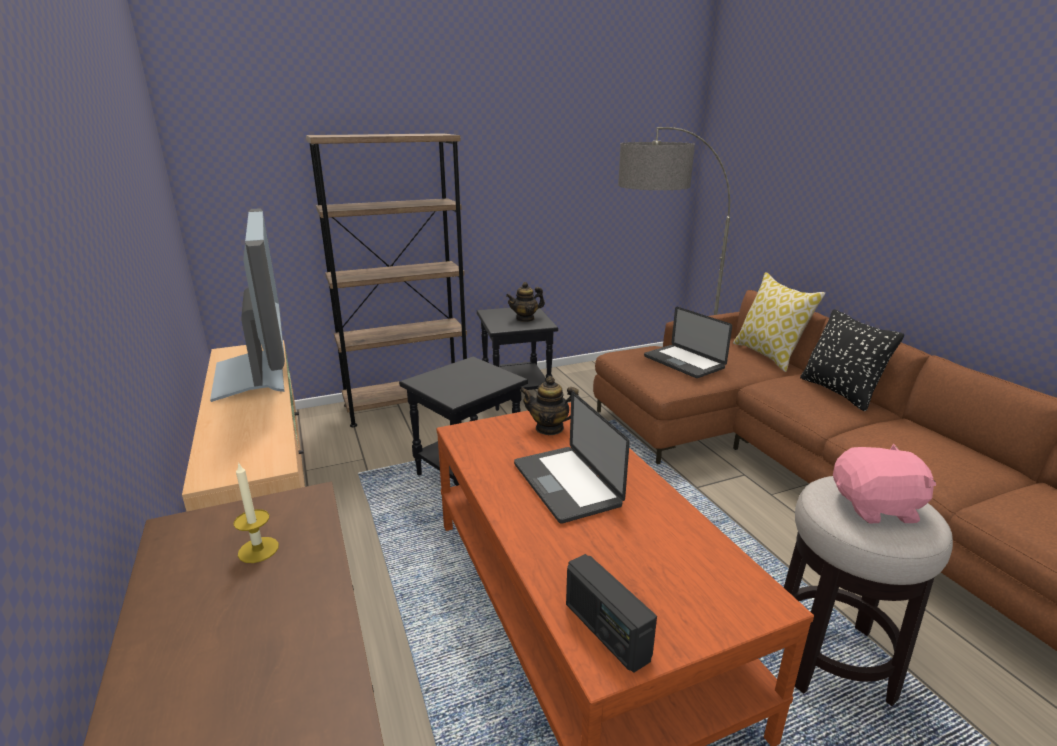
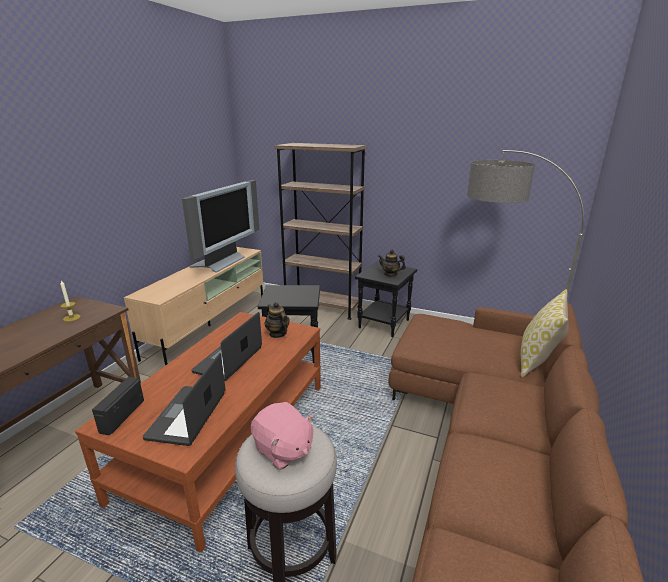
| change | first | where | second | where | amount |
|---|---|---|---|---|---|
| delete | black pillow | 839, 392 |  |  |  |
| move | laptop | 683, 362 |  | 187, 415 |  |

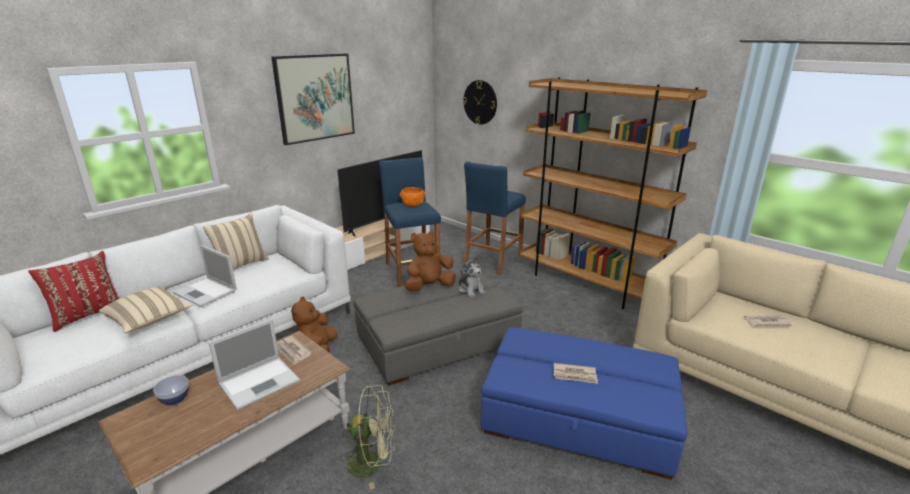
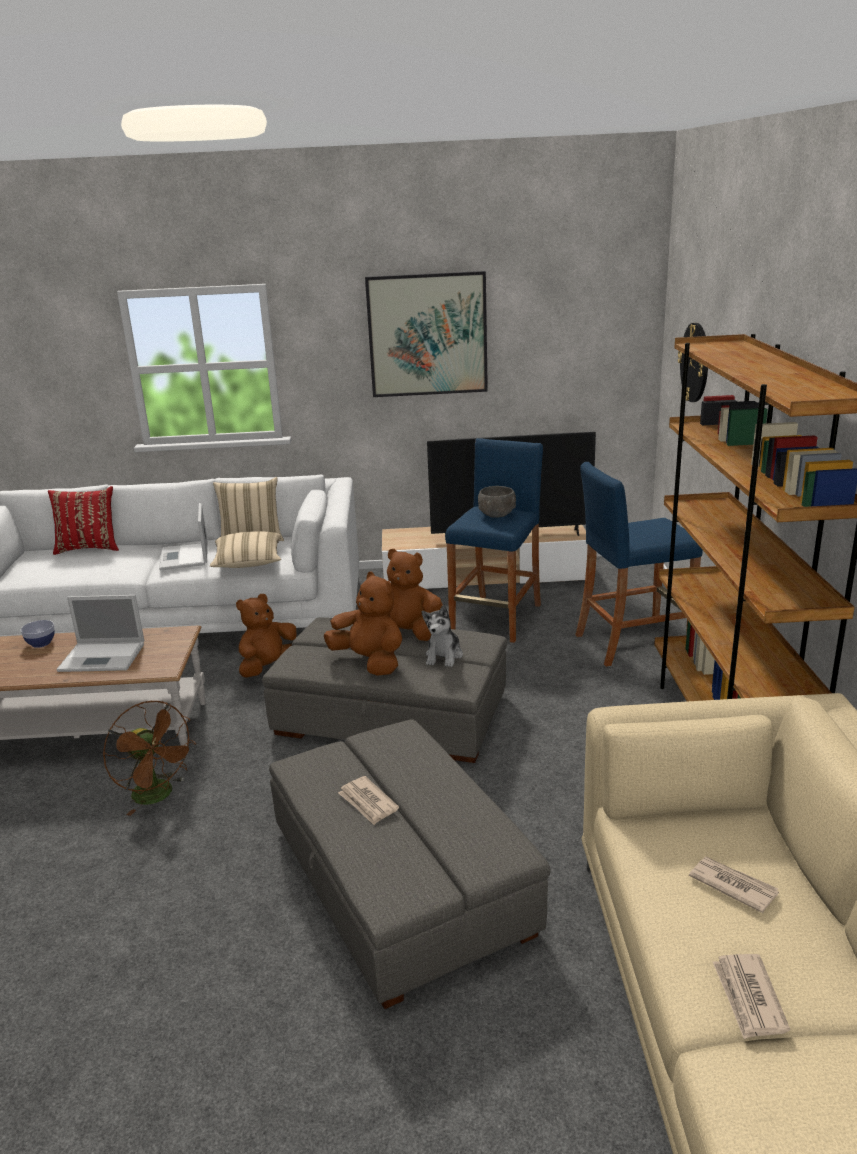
| change | first | where | second | where | amount |
|---|---|---|---|---|---|
| insert |  |  | brown plush toy | 370, 662 |  |
| move | beige pillow | 149, 319 |  | 248, 563 |  |
| move | newspaper | 292, 351 |  | 749, 998 |  |
| recolor | green fan | 373, 463 | brown fan | 158, 796 |  |
| recolor | orange bowl | 412, 205 | grey bowl | 496, 514 |  |
| recolor | blue ottoman | 578, 417 | grey ottoman | 402, 879 |  |

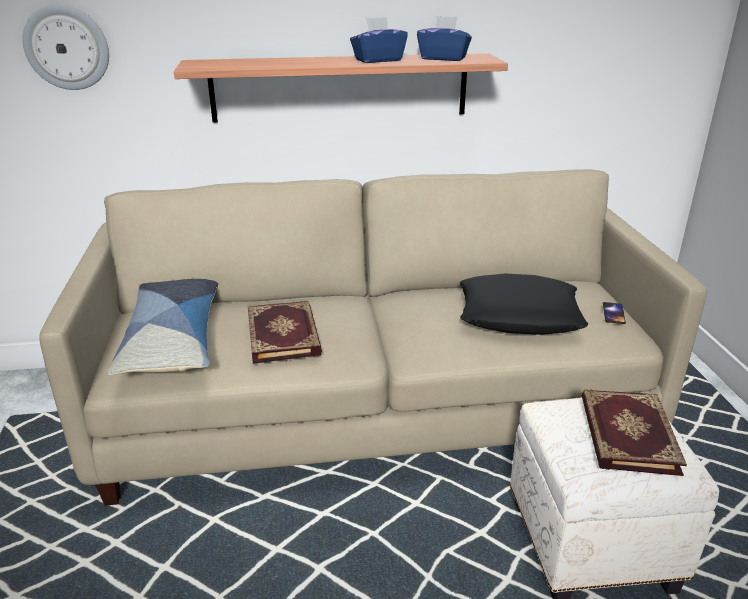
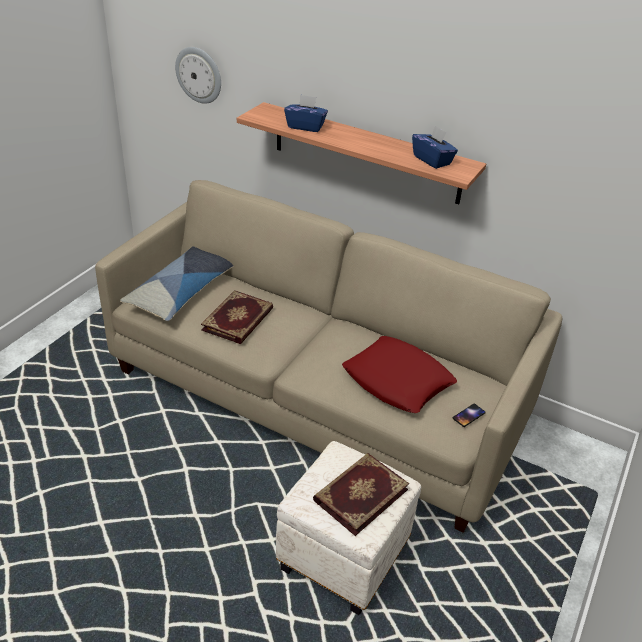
| change | first | where | second | where | amount |
|---|---|---|---|---|---|
| move | blue tissue box | 378, 60 |  | 305, 126 |  |
| recolor | black pillow | 519, 315 | red pillow | 397, 381 |  |

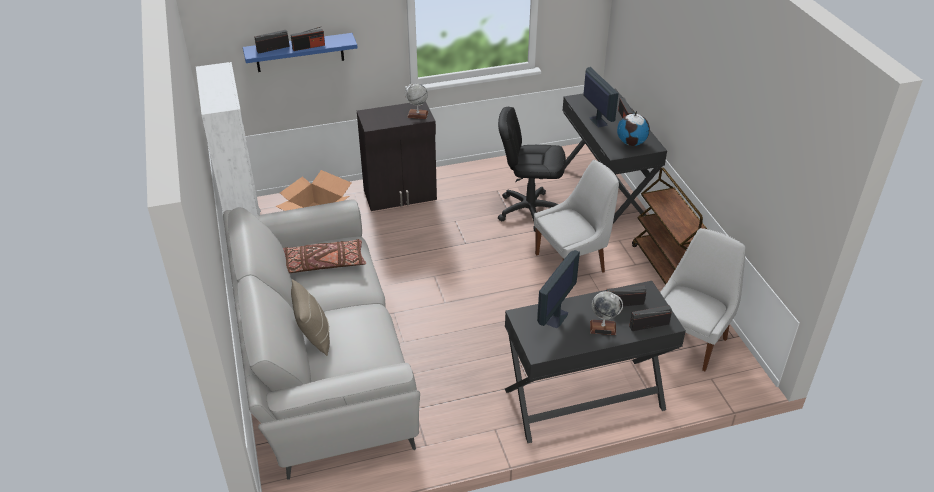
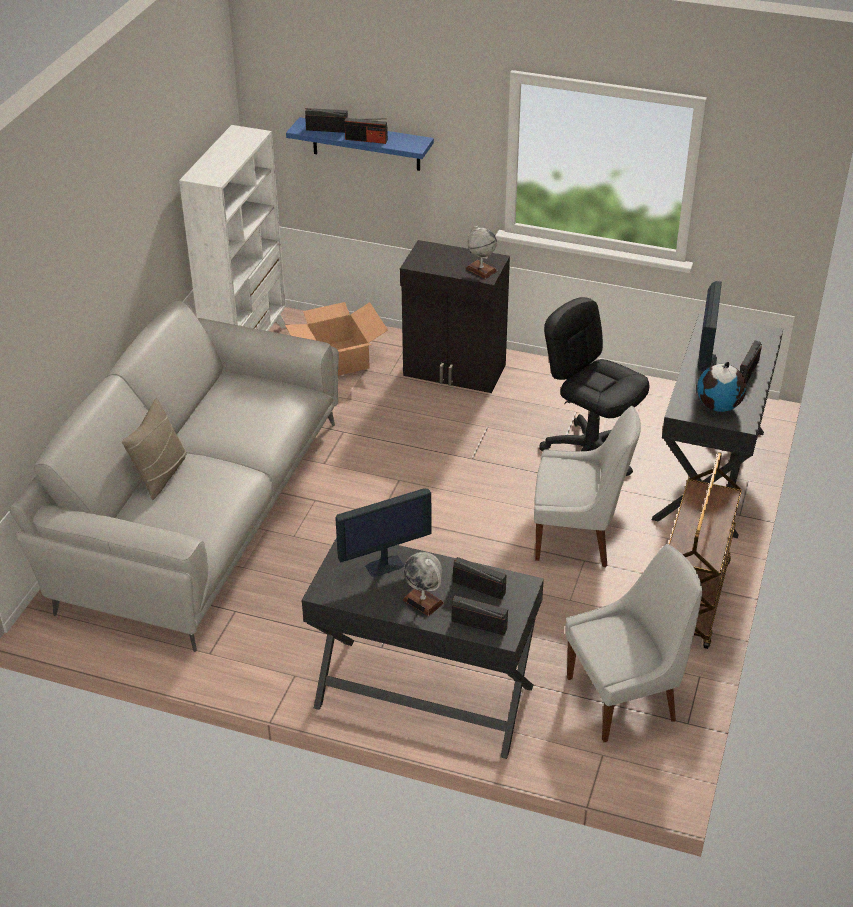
| change | first | where | second | where | amount |
|---|---|---|---|---|---|
| delete | brown pillow | 324, 264 |  |  |  |

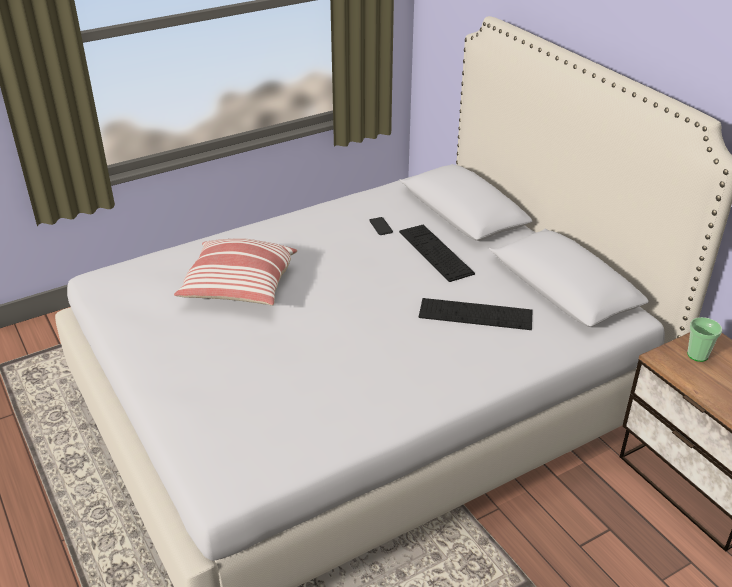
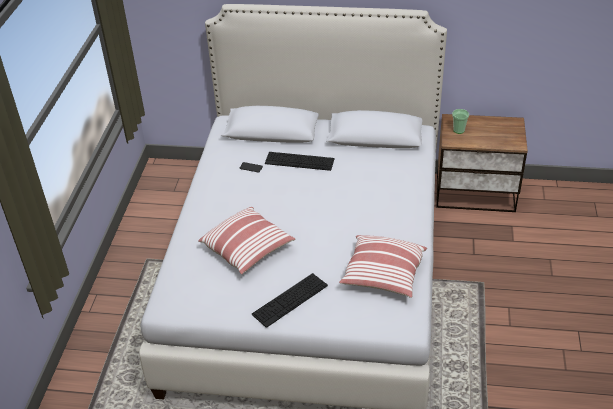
| change | first | where | second | where | amount |
|---|---|---|---|---|---|
| insert |  |  | pillow | 383, 275 |  |
| move | keyboard | 475, 314 |  | 290, 300 |  |

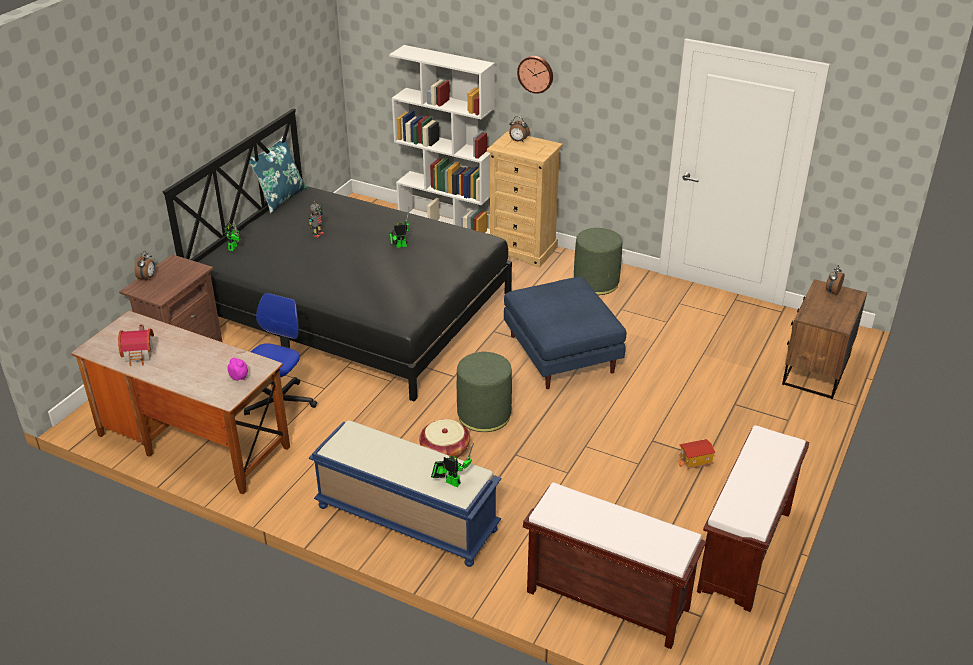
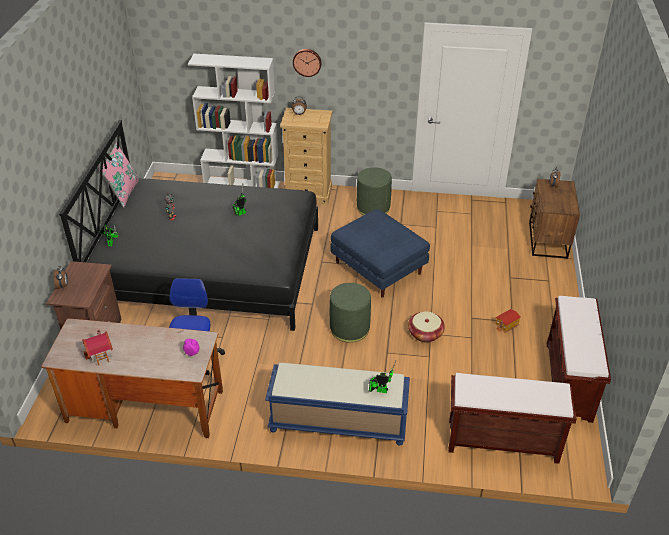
| change | first | where | second | where | amount |
|---|---|---|---|---|---|
| move | basket | 445, 450 |  | 425, 333 |  |
| recolor | blue pillow | 280, 198 | pink pillow | 123, 193 |  |

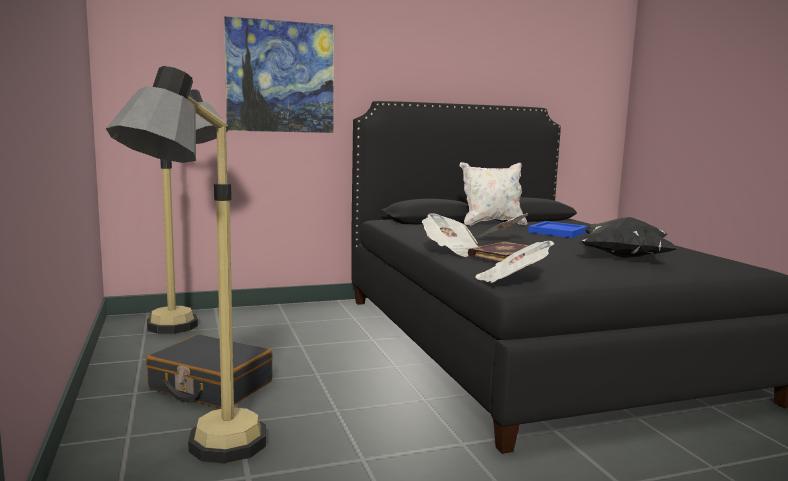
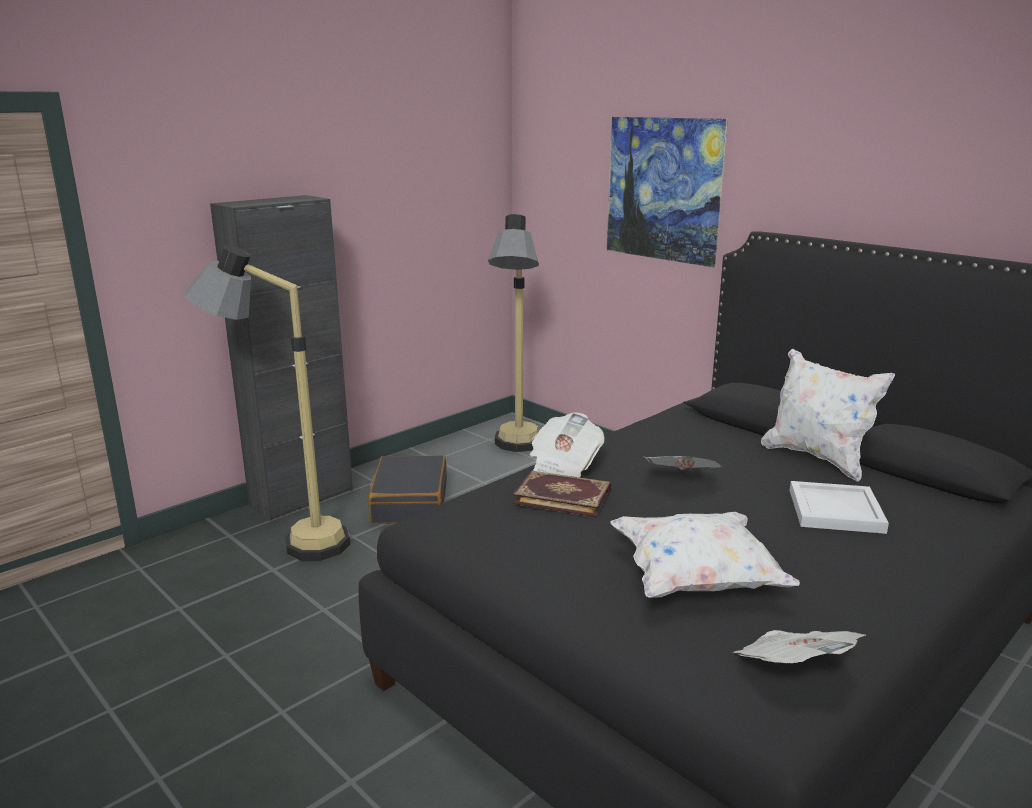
| change | first | where | second | where | amount |
|---|---|---|---|---|---|
| insert |  |  | black cabinet | 302, 498 |  |
| move | newspaper | 512, 281 |  | 792, 670 |  |
| recolor | blue tray | 559, 232 | white tray | 837, 511 |  |
| recolor | black pillow | 624, 257 | white pillow | 696, 580 |  |

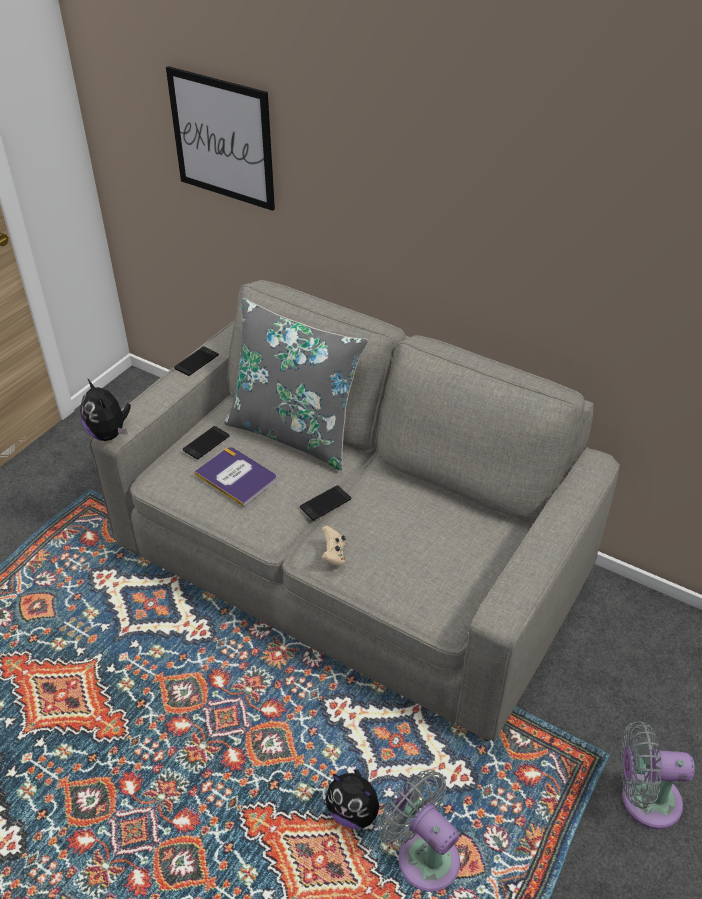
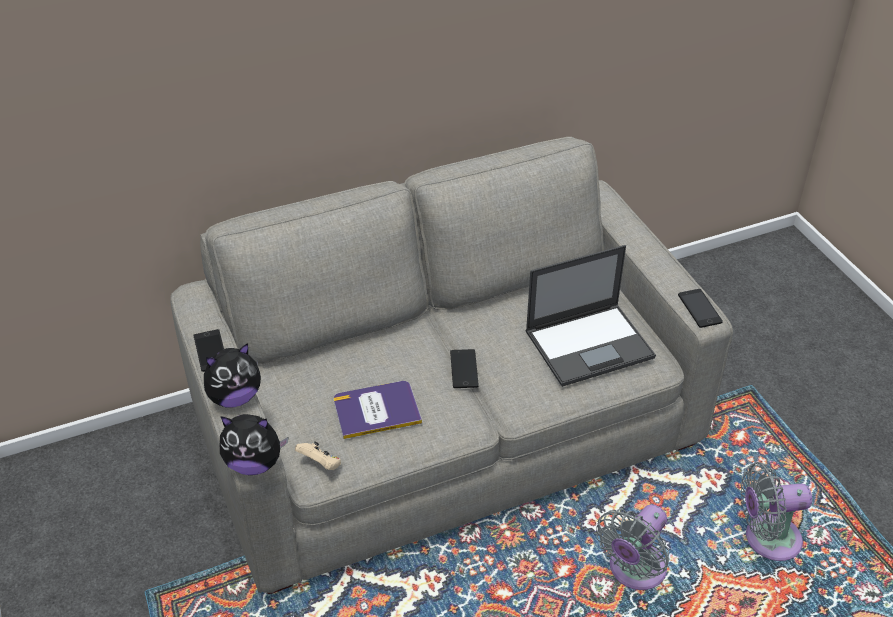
| change | first | where | second | where | amount |
|---|---|---|---|---|---|
| delete | picture | 222, 139 |  |  |  |
| delete | grey pillow | 294, 433 |  |  |  |
| insert |  |  | laptop | 590, 344 |  |
| move | phone | 206, 443 |  | 699, 308 |  |
| move | beige game controller | 333, 555 |  | 320, 464 |  |
| move | plush toy | 354, 812 |  | 234, 397 |  |
| move | grey fan | 644, 800 |  | 633, 571 |  |

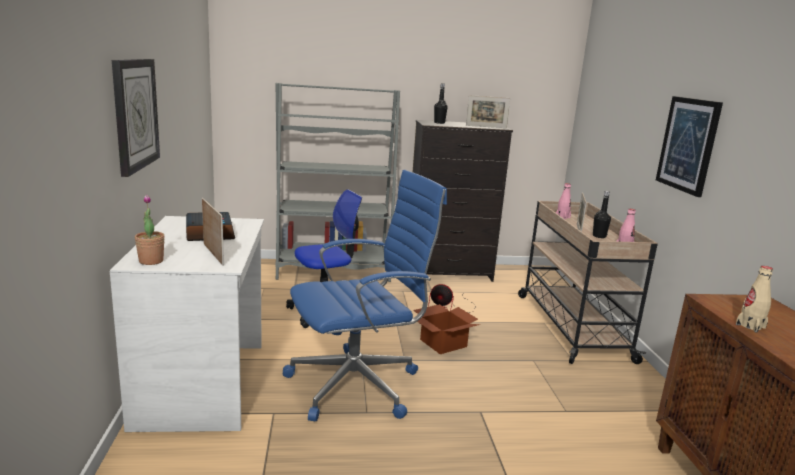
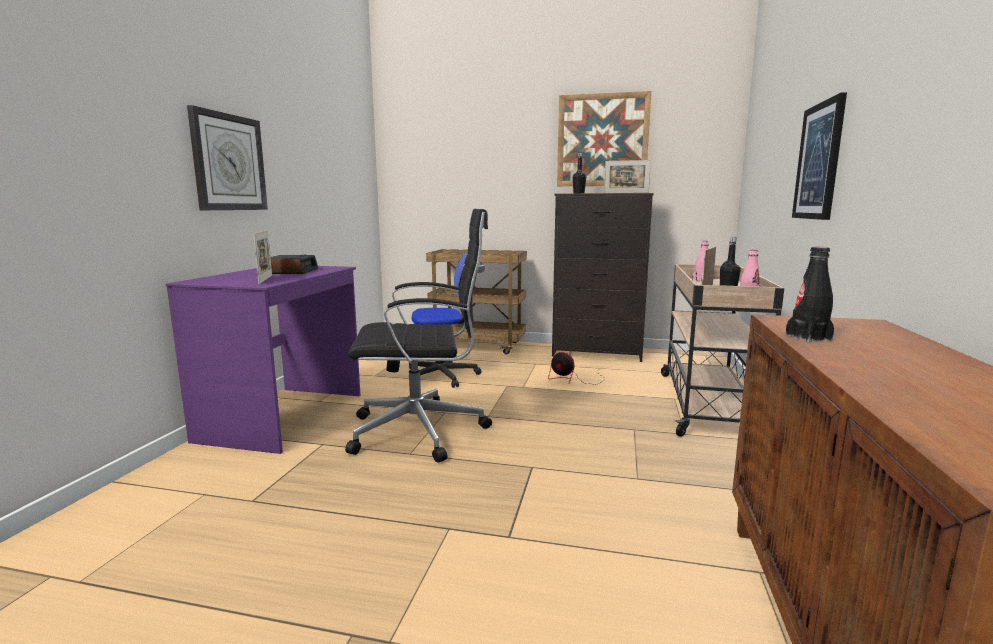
| change | first | where | second | where | amount |
|---|---|---|---|---|---|
| delete | potted plant | 151, 261 |  |  |  |
| delete | cardboard box | 443, 342 |  |  |  |
| insert |  |  | picture | 602, 140 |  |
| replace | grey bookcase | 332, 270 | brown cart | 479, 346 |  |
| recolor | white desk | 204, 384 | purple desk | 285, 417 |  |
| recolor | blue office chair | 358, 384 | black office chair | 422, 431 |  |
| recolor | beige bottle | 750, 326 | black bottle | 808, 338 |  |

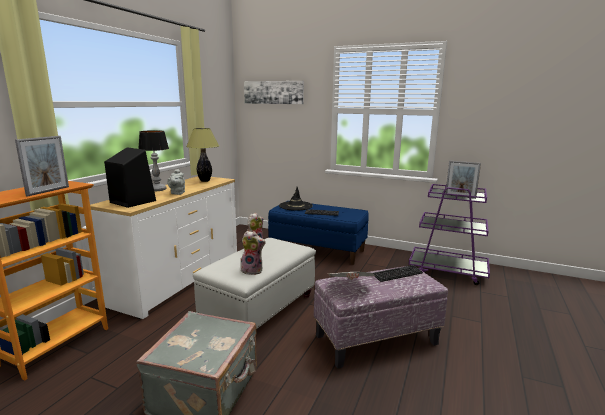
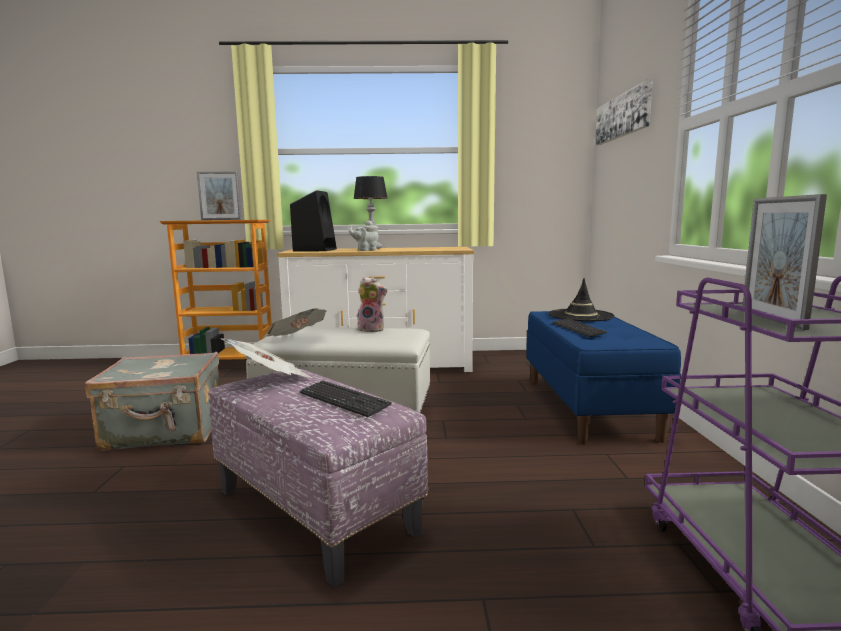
| change | first | where | second | where | amount |
|---|---|---|---|---|---|
| delete | table lamp | 205, 181 |  |  |  |
| replace | plush toy | 253, 270 | newspaper | 297, 339 |  |

